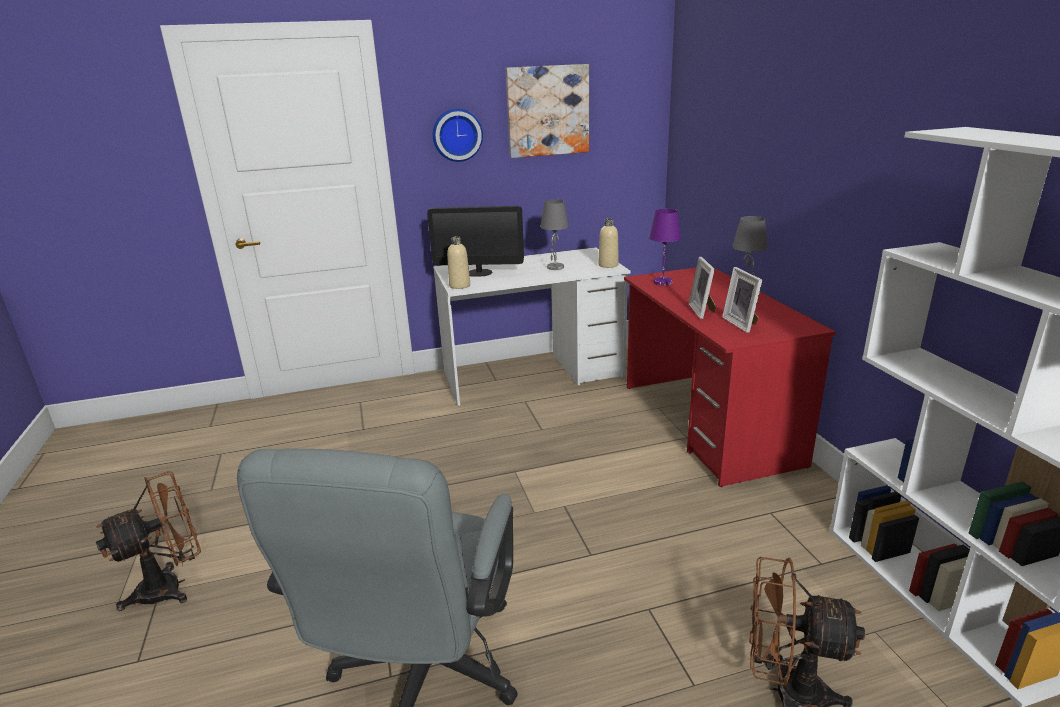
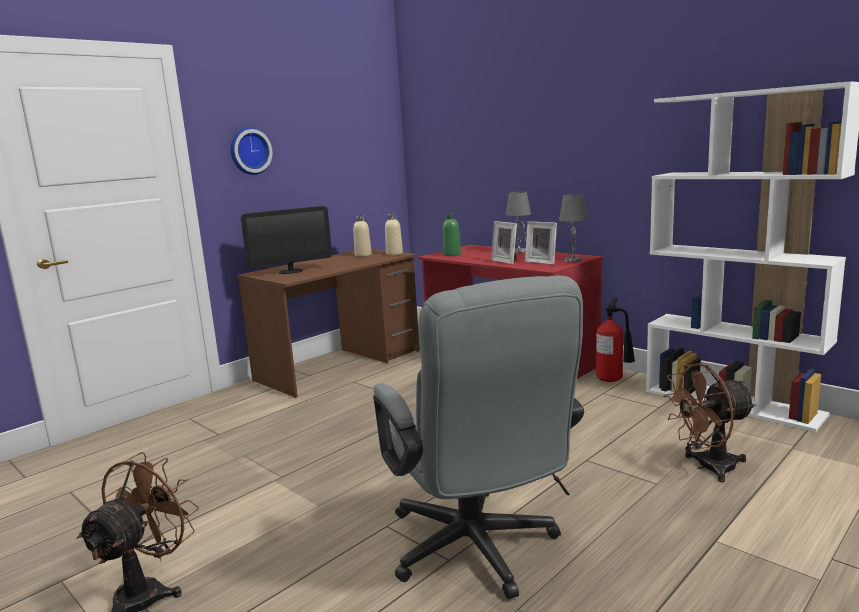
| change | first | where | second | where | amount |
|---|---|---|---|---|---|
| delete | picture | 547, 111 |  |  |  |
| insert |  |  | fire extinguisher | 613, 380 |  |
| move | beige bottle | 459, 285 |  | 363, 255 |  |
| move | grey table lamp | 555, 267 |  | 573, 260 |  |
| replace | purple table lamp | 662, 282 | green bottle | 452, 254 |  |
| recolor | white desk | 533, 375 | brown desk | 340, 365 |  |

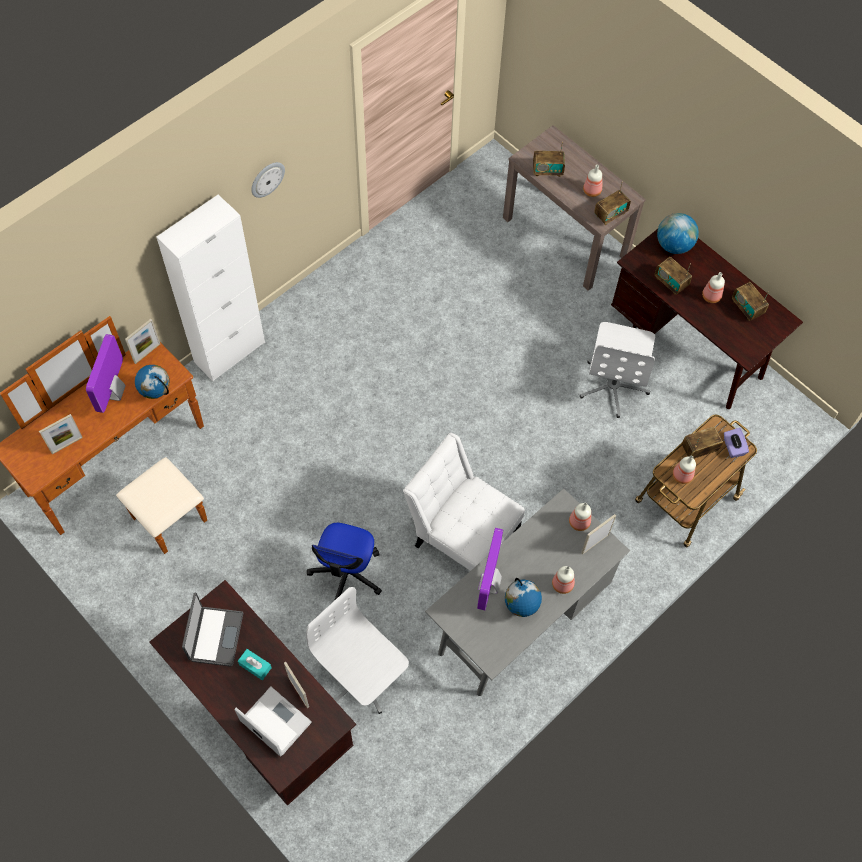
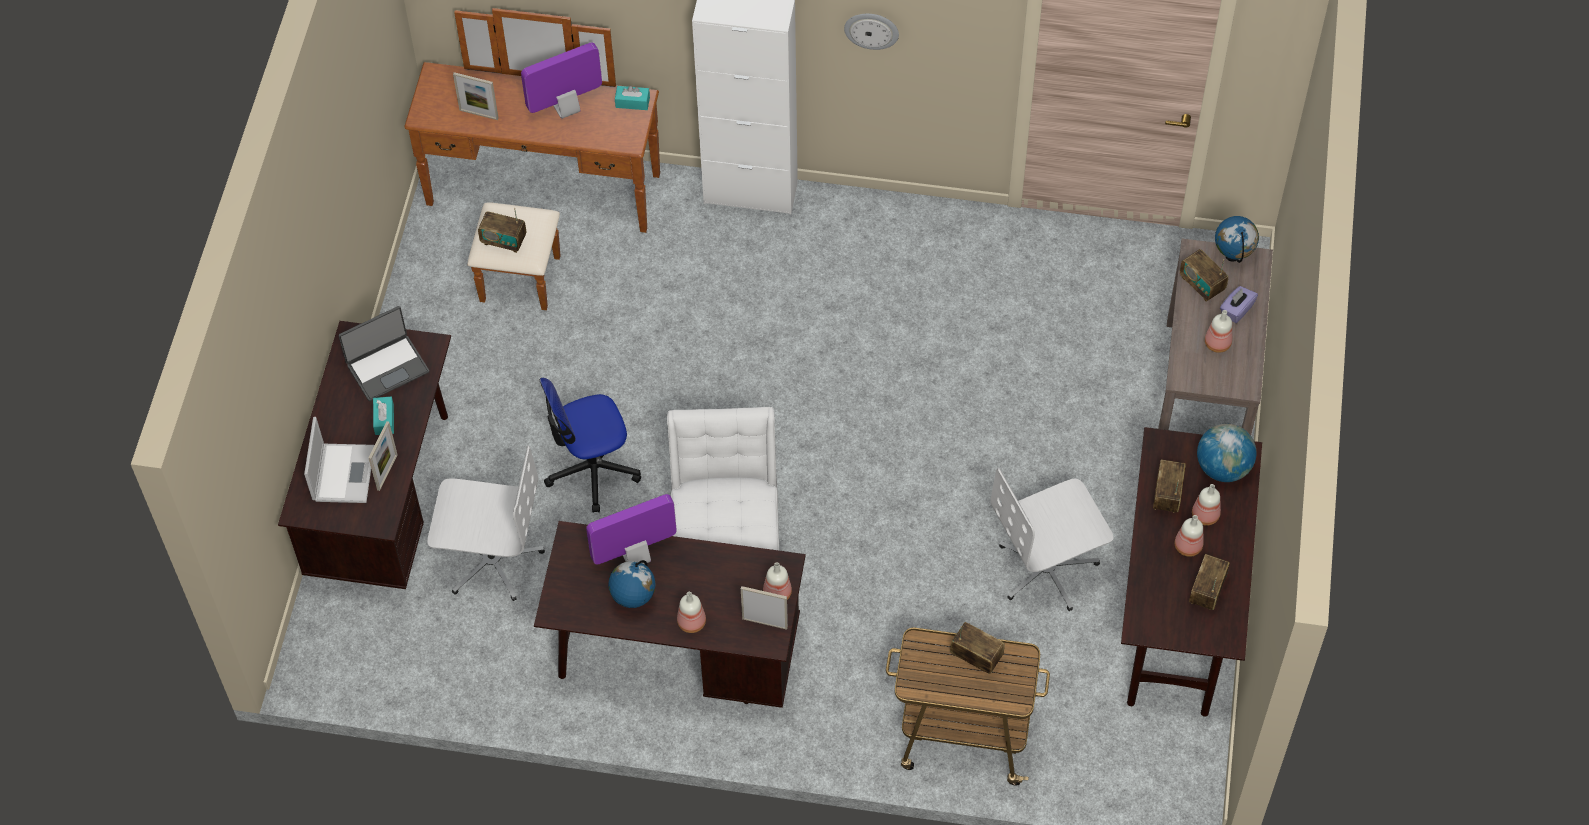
| change | first | where | second | where | amount |
|---|---|---|---|---|---|
| move | globe | 156, 393 |  | 1233, 256 |  |
| move | radio | 610, 214 |  | 504, 241 |  |
| move | bottle | 681, 476 |  | 1204, 515 |  |
| move | purple tissue box | 733, 447 |  | 1236, 310 |  |
| replace | picture frame | 147, 353 | turquoise tissue box | 632, 102 |  |
| recolor | grey desk | 519, 618 | brown desk | 677, 659 |  |
| rotate | white office chair | 362, 677 |  | 492, 559 | 90 degrees clockwise |

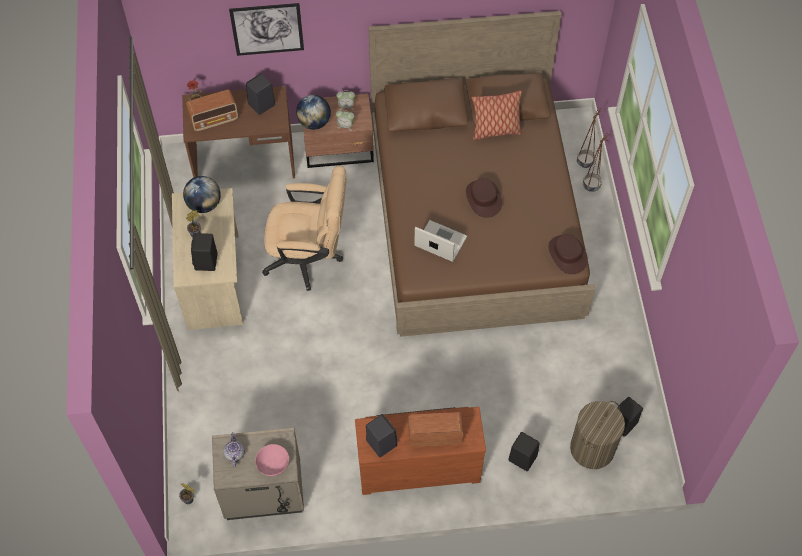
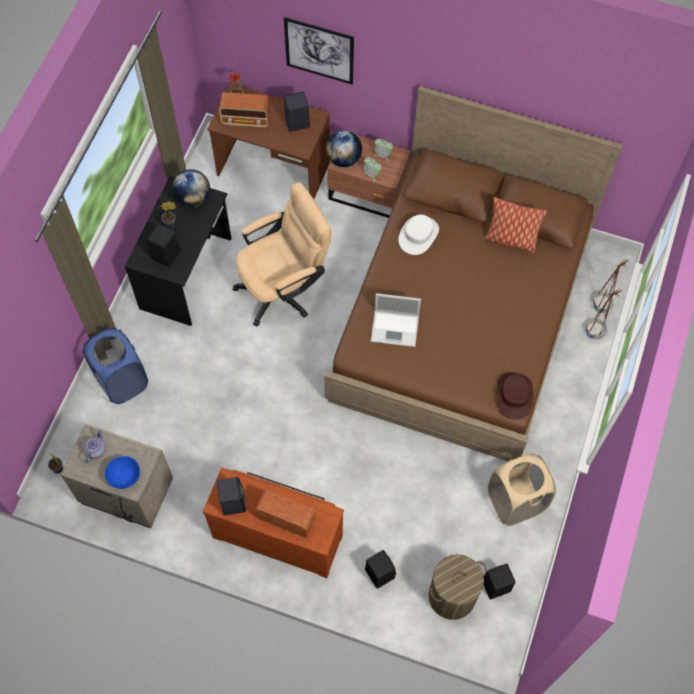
| change | first | where | second | where | amount |
|---|---|---|---|---|---|
| delete | brown hat | 483, 198 |  |  |  |
| insert |  |  | blue laundry basket | 121, 381 |  |
| insert |  |  | white hat | 418, 235 |  |
| insert |  |  | beige laundry basket | 515, 502 |  |
| recolor | beige desk | 215, 281 | black desk | 187, 273 |  |
| recolor | pink bowl | 273, 464 | blue bowl | 124, 476 |  |
| rotate | beige office chair | 309, 258 |  | 284, 288 | 60 degrees counterclockwise |
| rotate | laptop | 439, 241 |  | 396, 328 | 135 degrees clockwise |

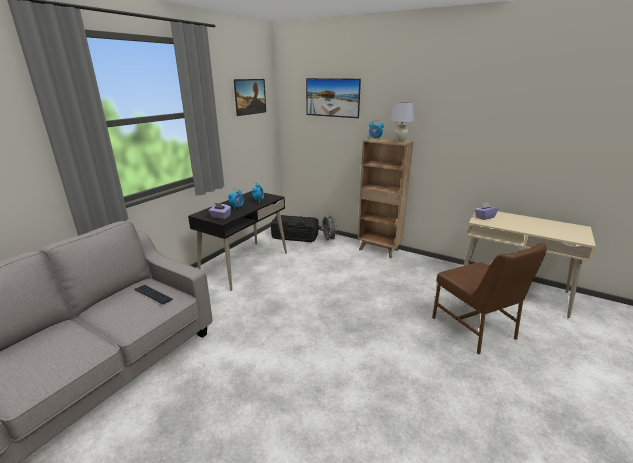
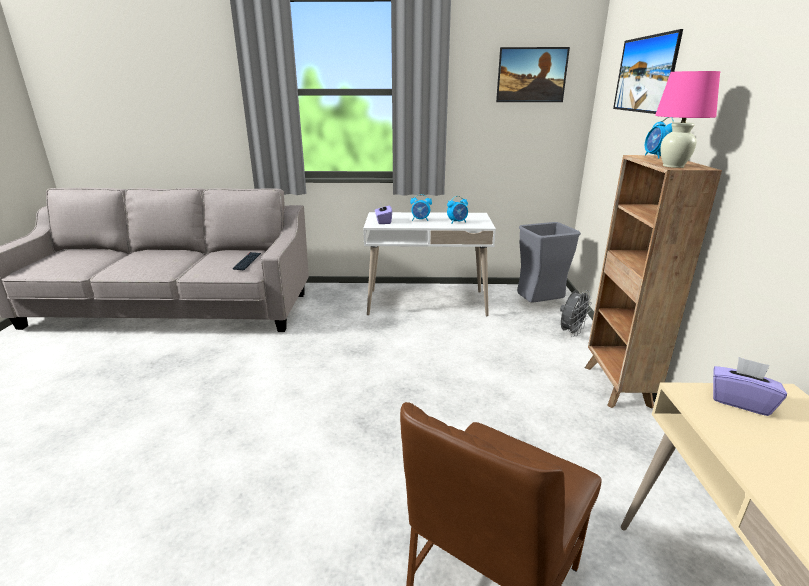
| change | first | where | second | where | amount |
|---|---|---|---|---|---|
| replace | black storage box | 295, 236 | grey trash can | 539, 307 |  |
| recolor | black desk | 245, 264 | white desk | 426, 303 |  |
| recolor | white table lamp | 400, 142 | pink table lamp | 673, 166 |  |

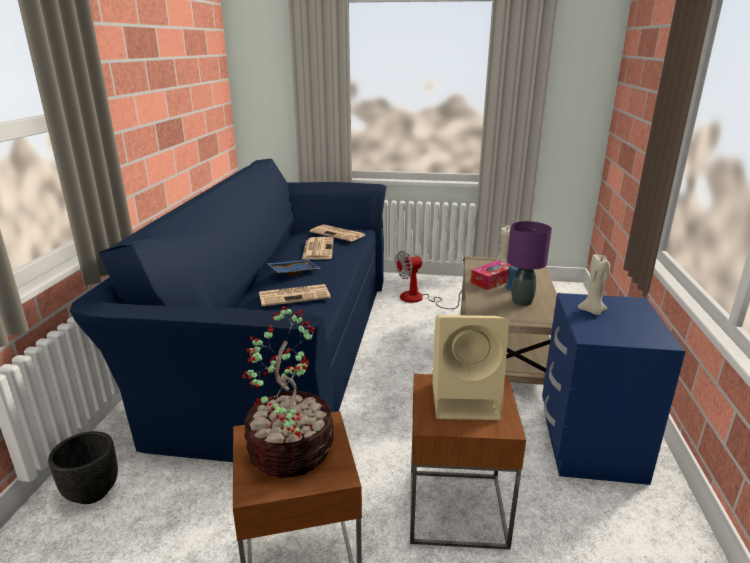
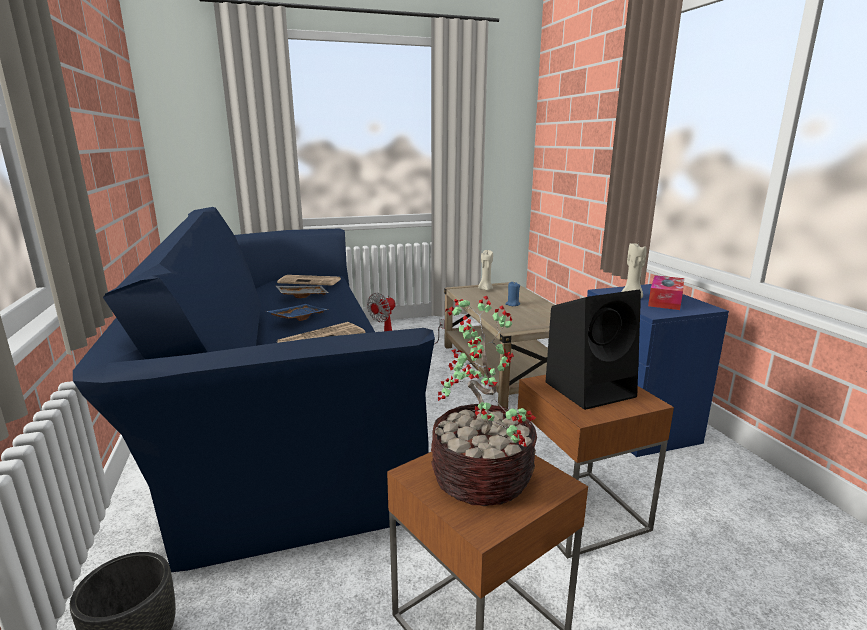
| change | first | where | second | where | amount |
|---|---|---|---|---|---|
| delete | purple table lamp | 522, 302 |  |  |  |
| move | tissue box | 492, 281 |  | 665, 300 |  |
| replace | newspaper | 318, 249 | grey tray | 302, 296 |  |
| recolor | beige speaker | 467, 400 | black speaker | 591, 389 |  |

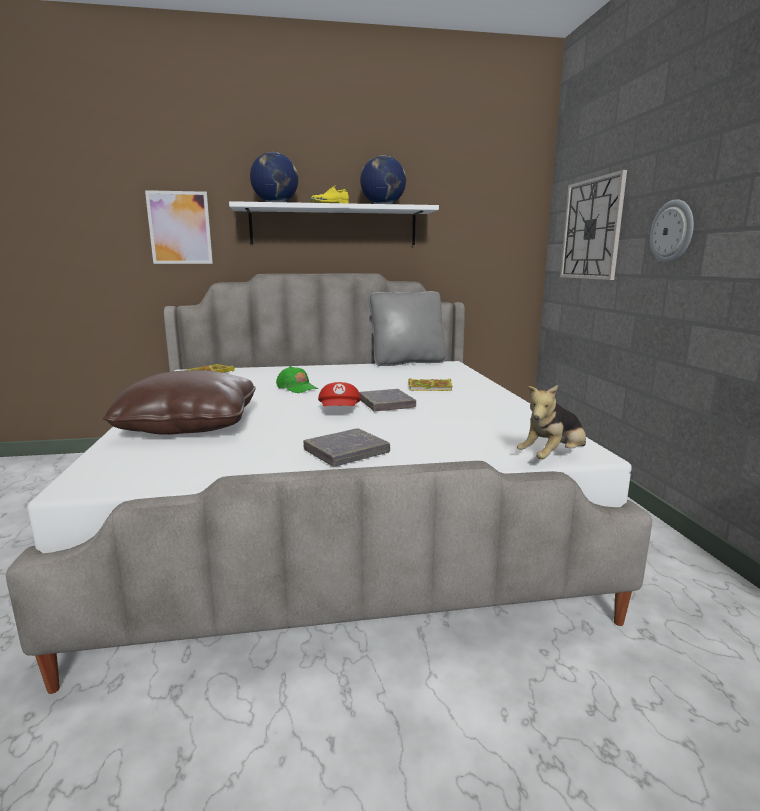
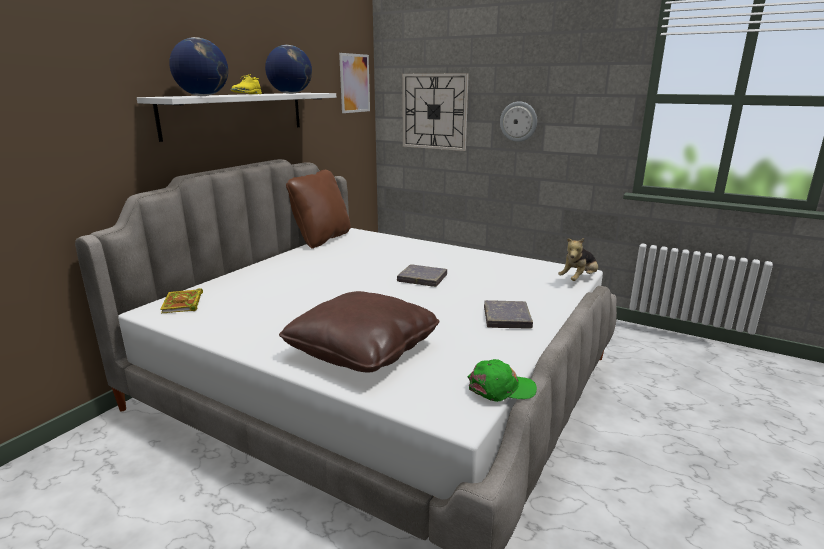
| change | first | where | second | where | amount |
|---|---|---|---|---|---|
| delete | red cap | 340, 411 |  |  |  |
| delete | book | 431, 388 |  |  |  |
| move | picture | 180, 228 |  | 354, 83 |  |
| move | green cap | 297, 388 |  | 501, 388 |  |
| recolor | grey pillow | 407, 362 | brown pillow | 321, 239 |  |
| rotate | plush toy | 553, 458 |  | 579, 279 | 45 degrees clockwise |

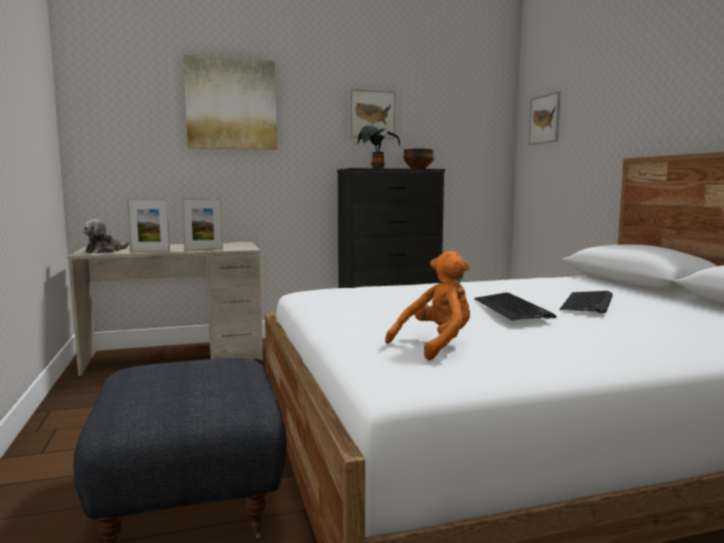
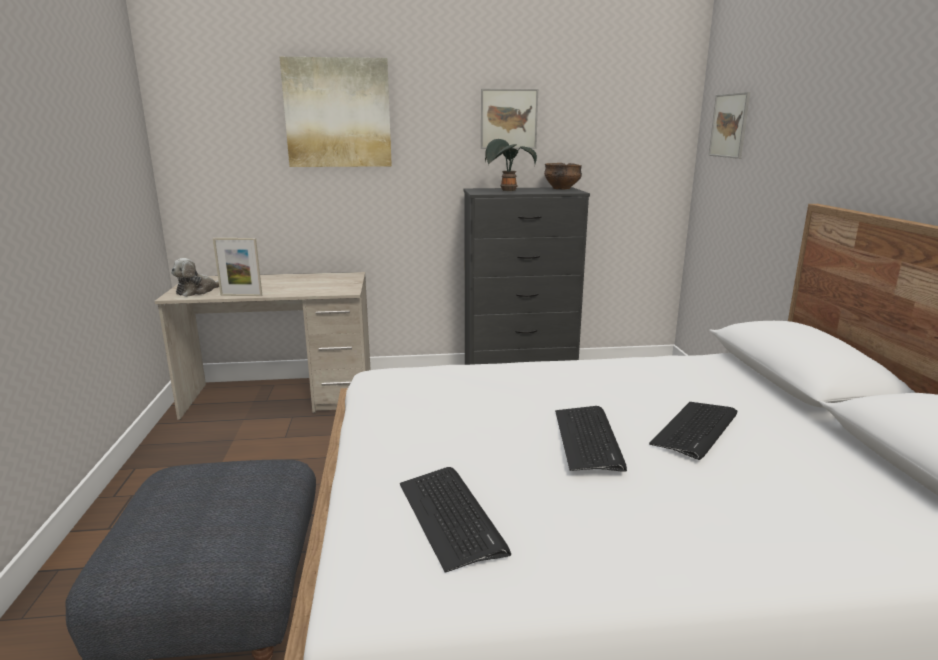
| change | first | where | second | where | amount |
|---|---|---|---|---|---|
| delete | picture frame | 203, 250 |  |  |  |
| replace | orange plush toy | 436, 345 | keyboard | 451, 517 |  |

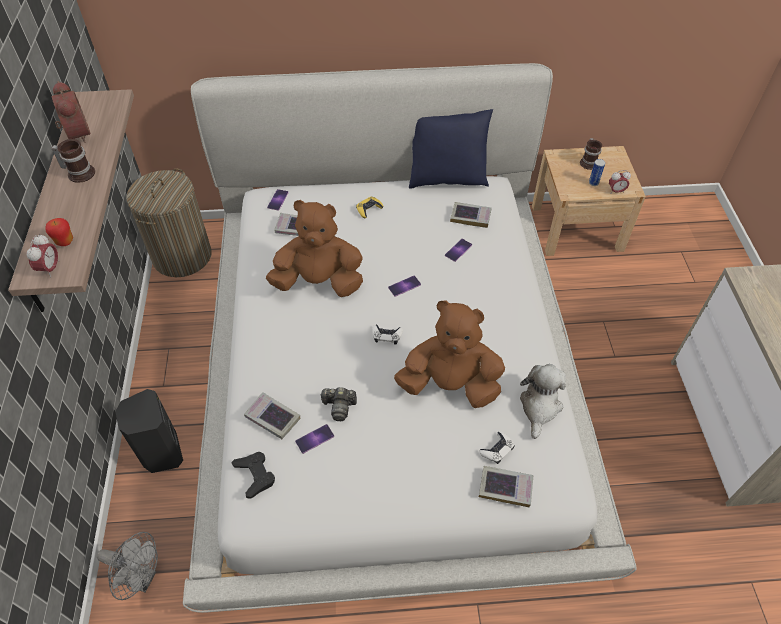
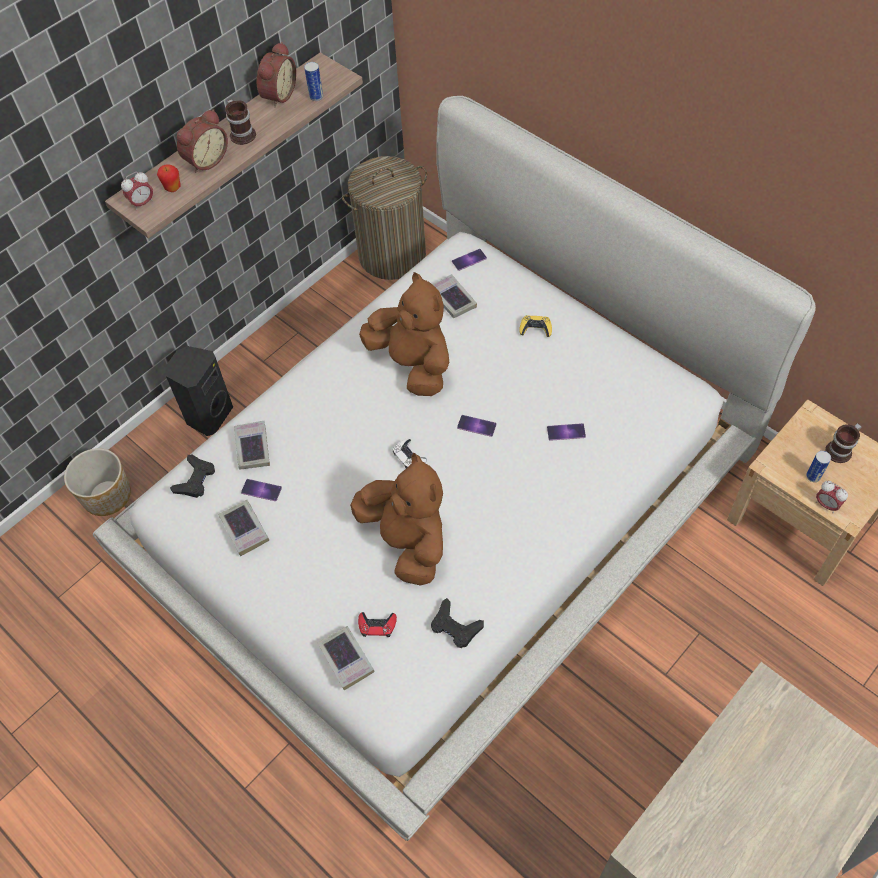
| change | first | where | second | where | amount |
|---|---|---|---|---|---|
| delete | photo camera | 339, 407 |  |  |  |
| delete | blue pillow | 446, 179 |  |  |  |
| insert |  |  | alarm clock | 205, 160 |  |
| insert |  |  | can | 316, 97 |  |
| move | book | 470, 217 |  | 244, 529 |  |
| replace | grey fan | 141, 578 | planter | 107, 495 |  |
| replace | plush toy | 539, 406 | black game controller | 455, 627 |  |
| recolor | white game controller | 497, 449 | red game controller | 377, 626 |  |

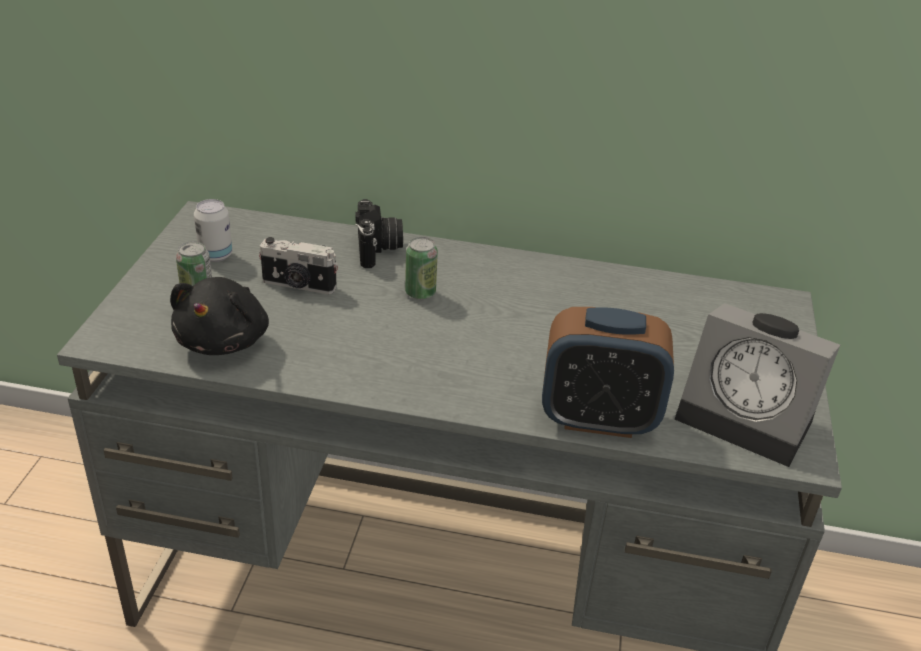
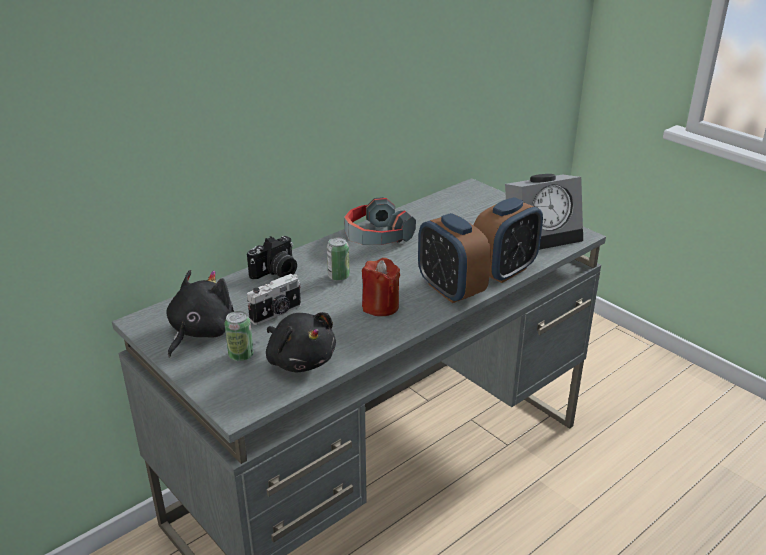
| change | first | where | second | where | amount |
|---|---|---|---|---|---|
| insert |  |  | headphones | 376, 236 |  |
| insert |  |  | red candle | 380, 306 |  |
| insert |  |  | alarm clock | 450, 289 |  |
| replace | can | 216, 255 | black plush toy | 199, 332 |  |
| rotate | photo camera | 378, 249 |  | 276, 273 | 105 degrees clockwise |

